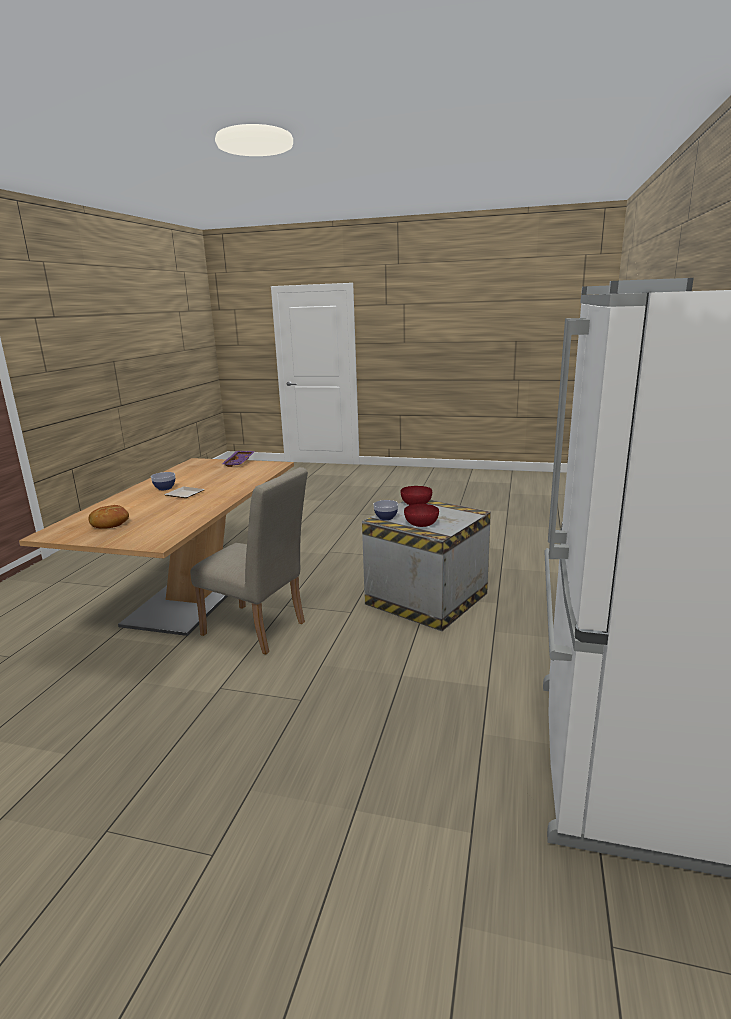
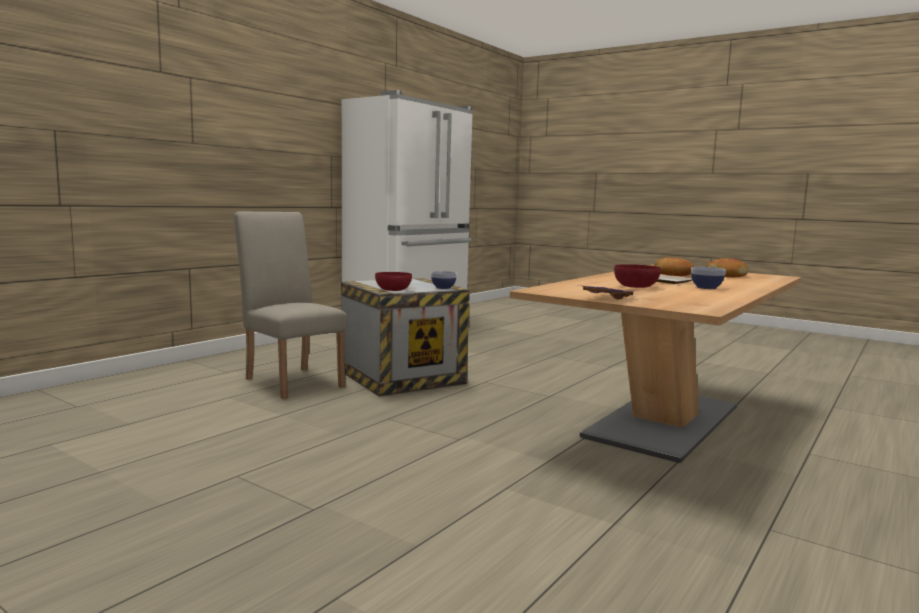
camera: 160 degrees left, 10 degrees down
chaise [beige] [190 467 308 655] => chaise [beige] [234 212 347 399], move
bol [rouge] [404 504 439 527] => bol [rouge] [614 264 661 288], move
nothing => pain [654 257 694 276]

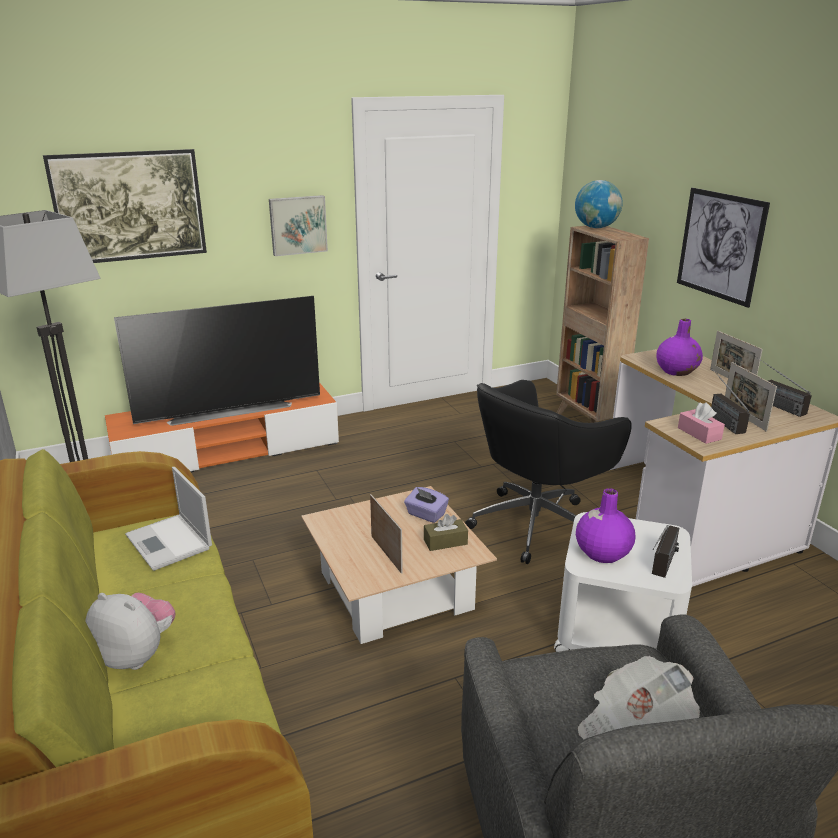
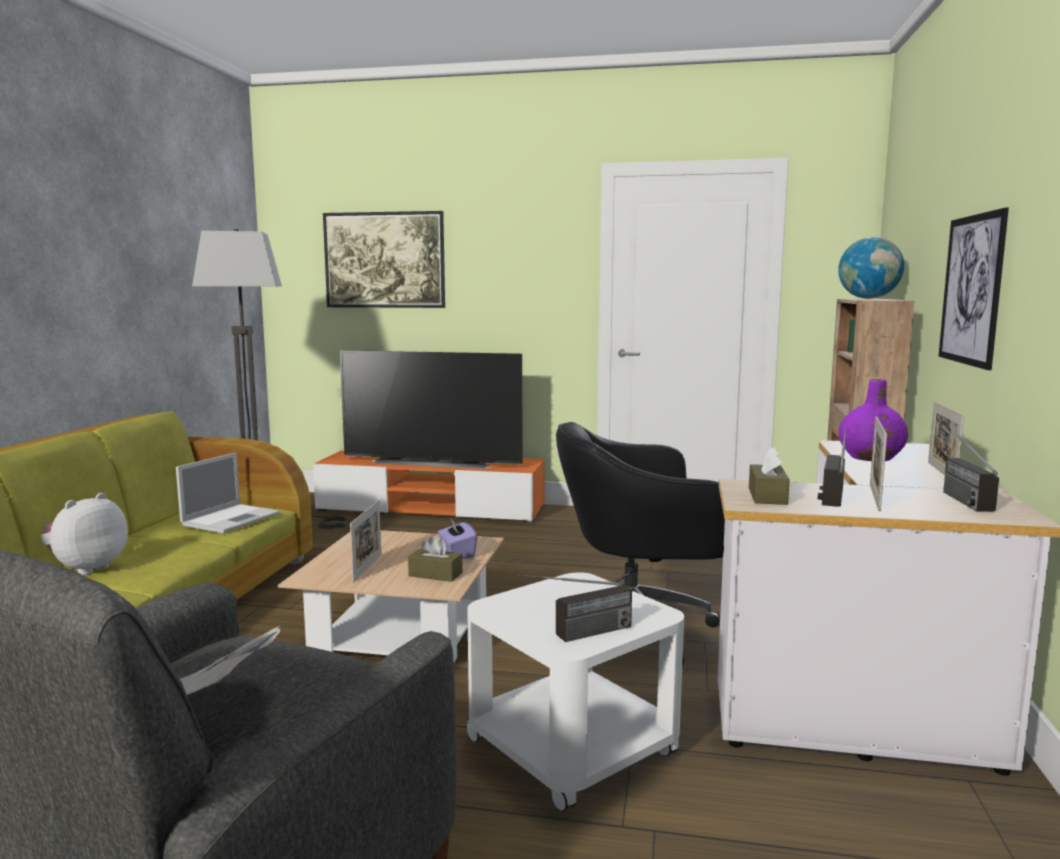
camera: 35 degrees right, 15 degrees down
tableau [269 195 328 256] => nothing
boîte à mouchoirs [rose] [678 402 725 444] => boîte à mouchoirs [marron] [749 447 790 505]
ordinateur portable [125 467 212 571] => ordinateur portable [176 452 280 533], 150 degrees counterclockwise
vase [violet] [576 488 635 563] => nothing
peluche [85 593 176 670] => peluche [41 493 128 575], 120 degrees counterclockwise

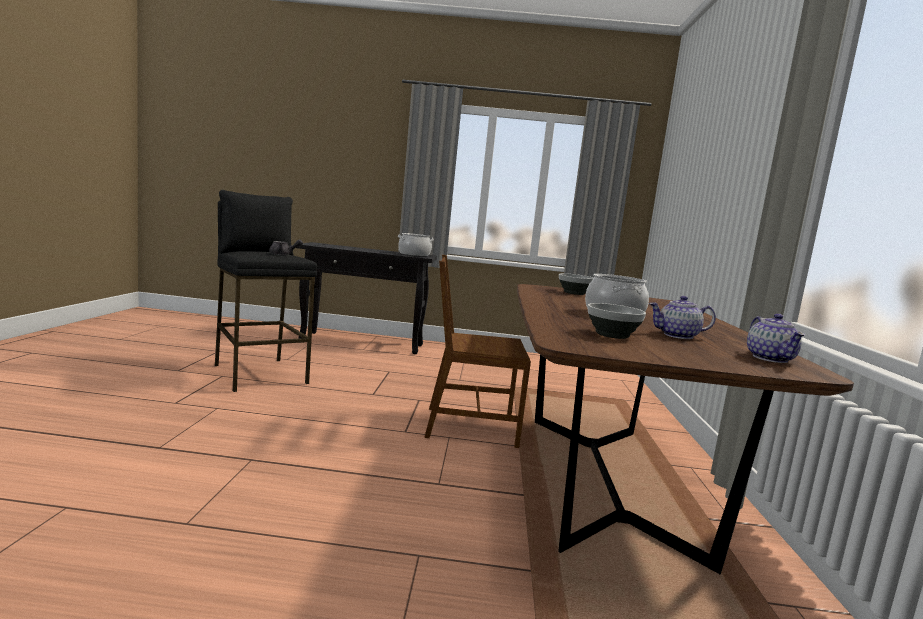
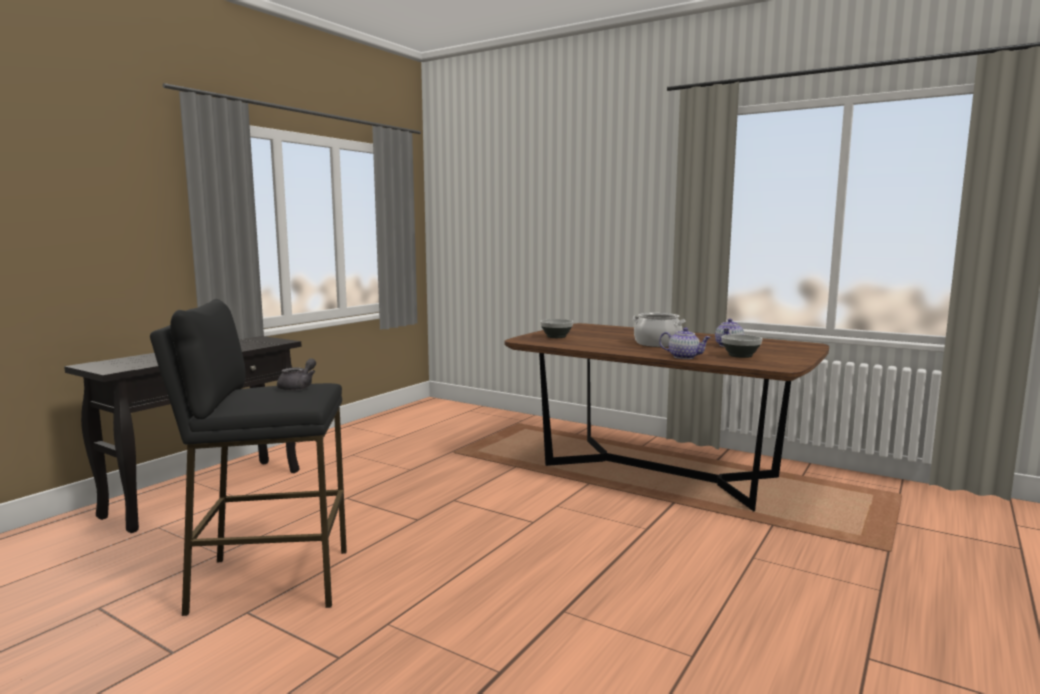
camera: 60 degrees left, 0 degrees up
marmite [397 233 434 256] => nothing
chaise [marron] [424 255 531 448] => nothing
théière [747 314 805 363] => théière [659 327 711 359], move

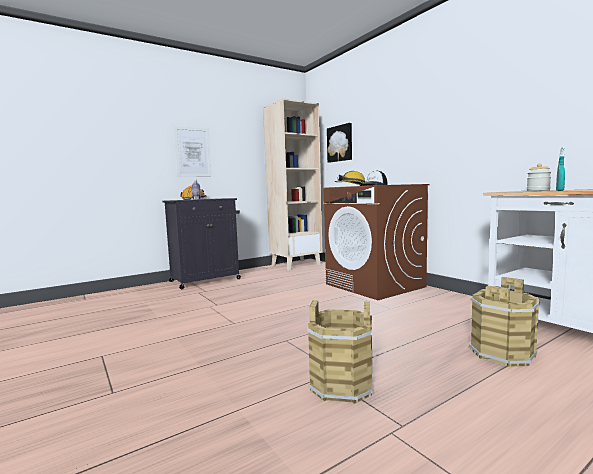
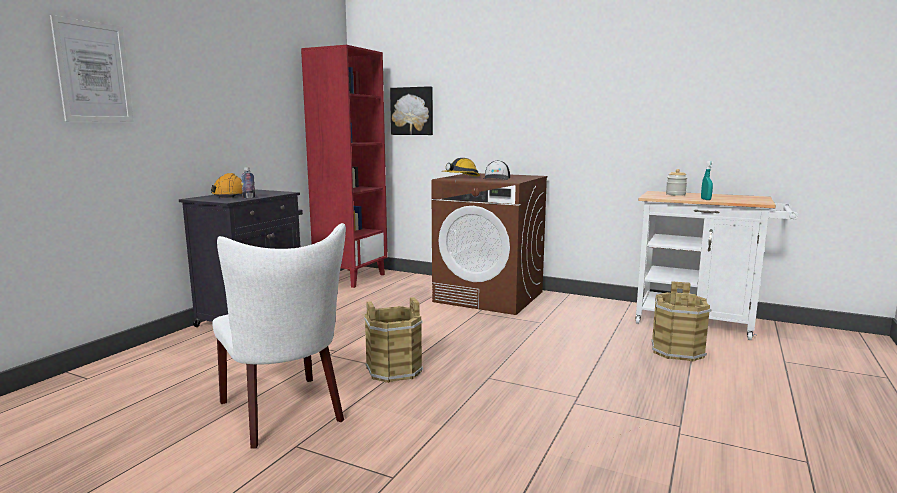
camera: 30 degrees left, 5 degrees up
bibliothèque [beige] [263 98 323 271] => bibliothèque [rouge] [301 45 388 288]
tableau [174 126 212 177] => tableau [50 15 134 122], move
seau [marron] [307 300 373 404] => seau [marron] [364 297 423 383], move
nothing => chaise [blanc] [212 223 346 449]

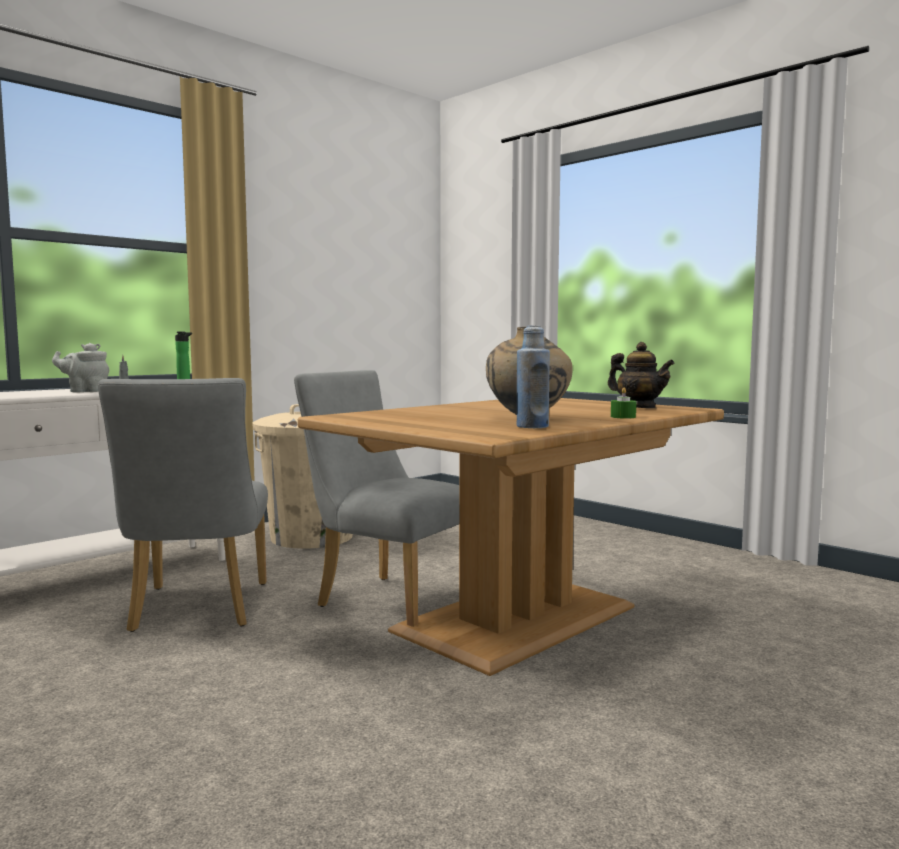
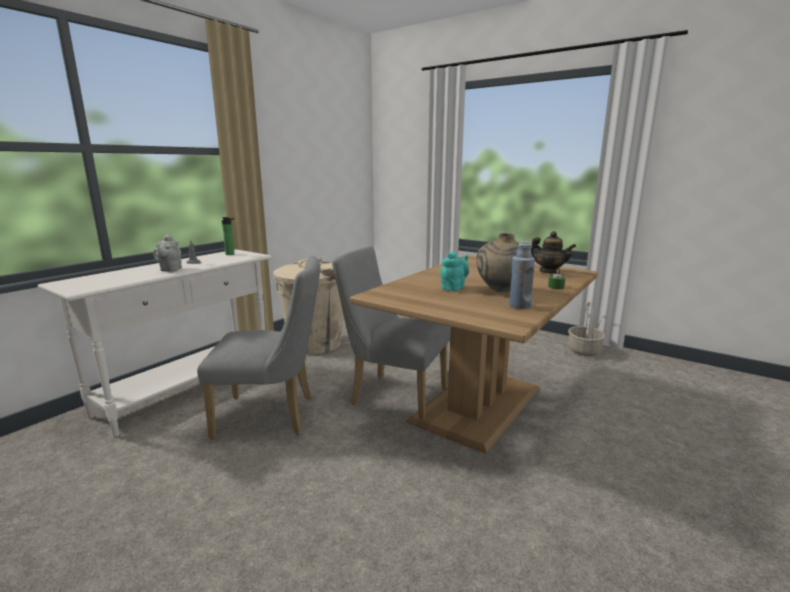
camera: 10 degrees left, 10 degrees up
théière [gris] [52 343 109 392] => théière [gris] [153 235 182 272], 75 degrees counterclockwise
chaise [gris] [98 378 268 632] => chaise [gris] [197 256 320 439], 75 degrees counterclockwise
nothing => théière [turquoise] [440 252 469 291]
nothing => panier [568 302 605 356]

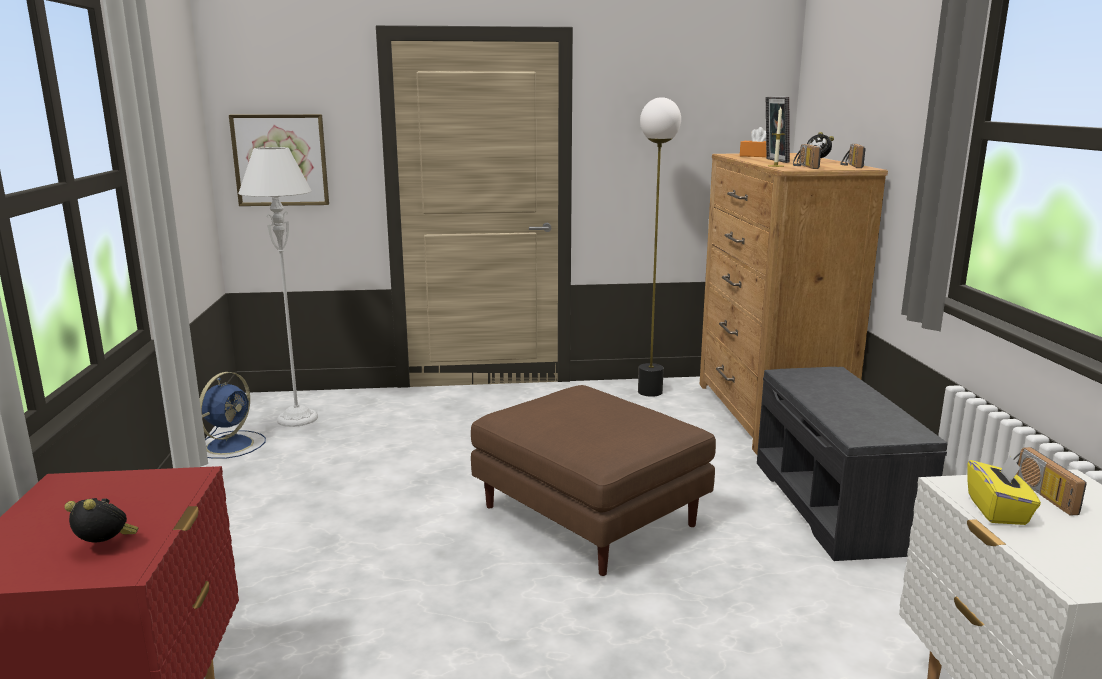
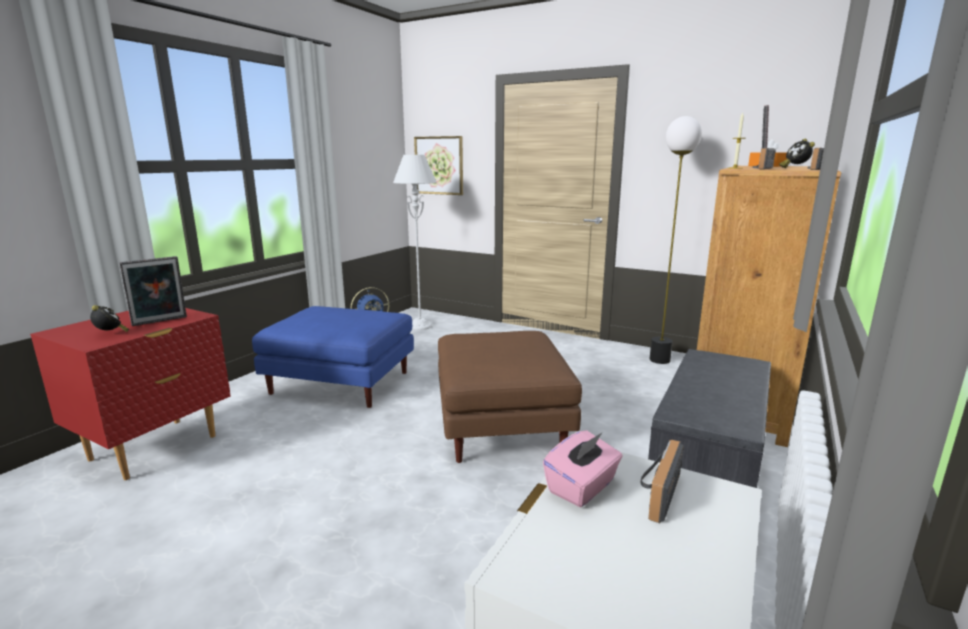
camera: 35 degrees right, 0 degrees up
boîte à mouchoirs [jaune] [967 455 1041 525] => boîte à mouchoirs [rose] [543 430 623 507]
nothing => cadre photo [119 256 187 326]
nothing => pouf [bleu] [252 306 414 408]

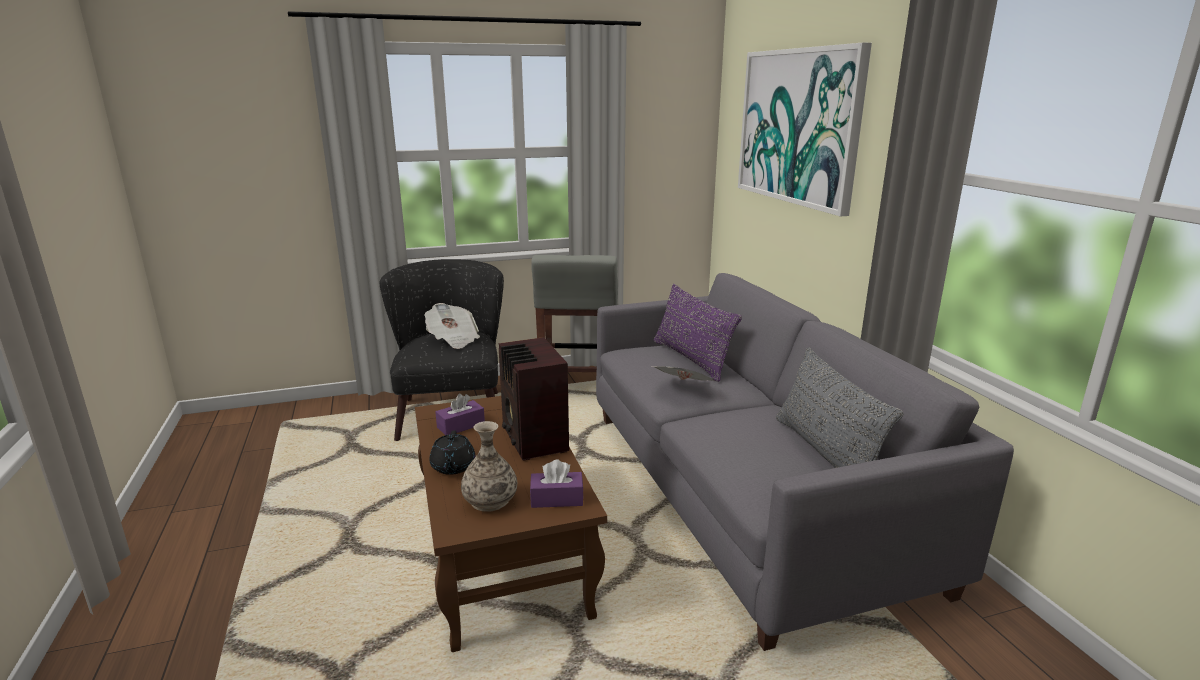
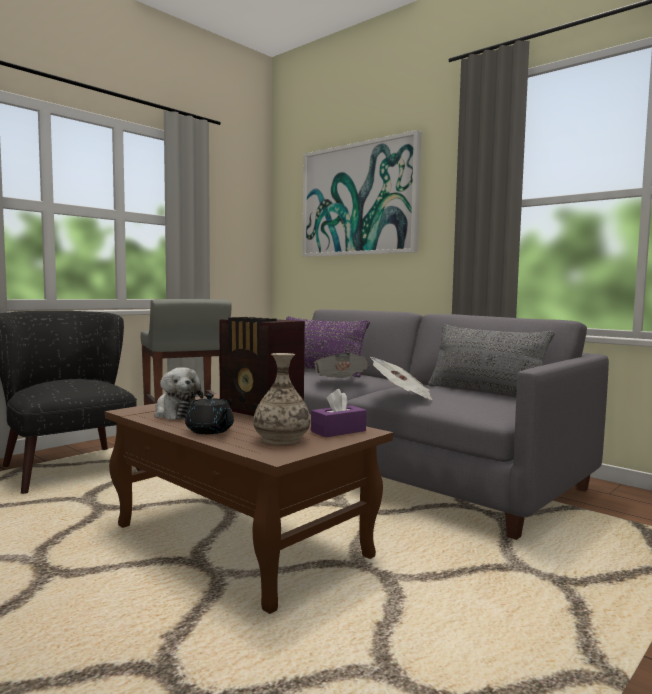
camera: 30 degrees left, 15 degrees down
journal [424 303 480 349] => journal [370 357 433 400], move
boîte à mouchoirs [violet] [435 394 485 435] => peluche [154 367 203 420]

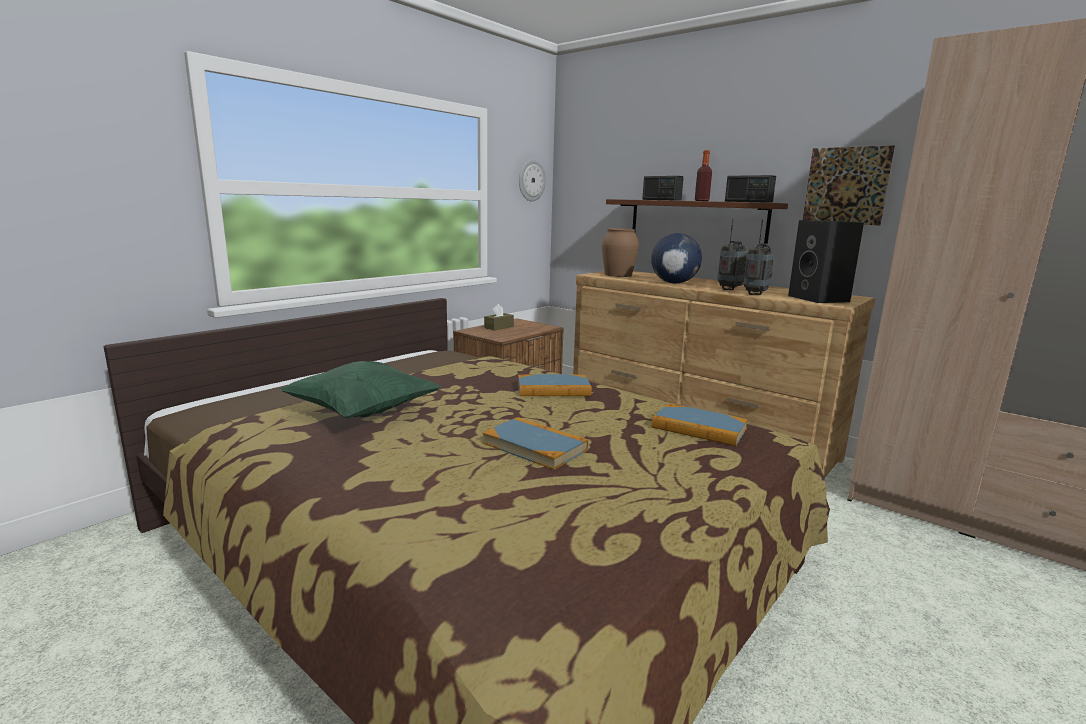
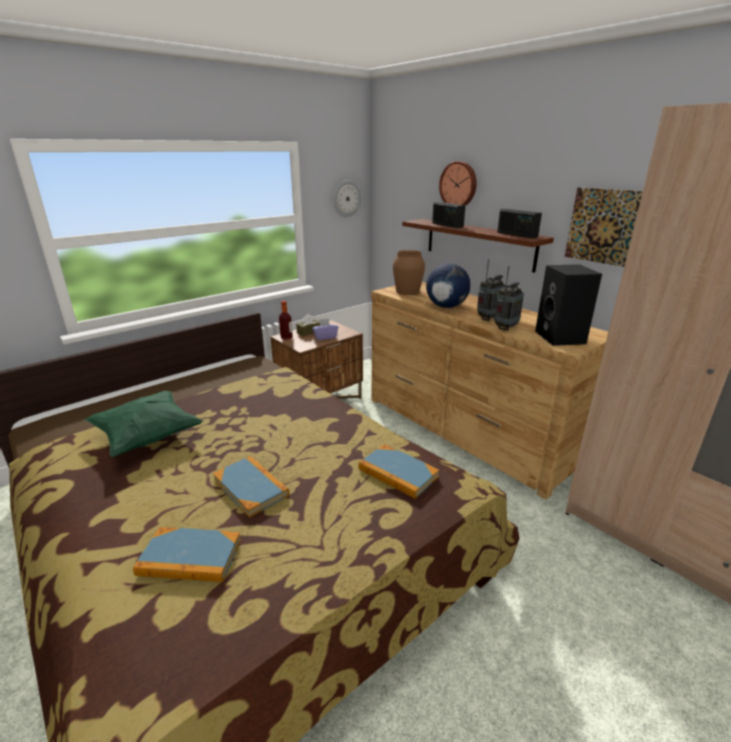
camera: 10 degrees right, 10 degrees up
bouteille [695 150 712 201] => bouteille [279 301 293 340], move
livre [518 374 592 396] => livre [133 527 241 582], move
nothing => horloge murale [439 161 477 206]
nothing => boîte à mouchoirs [violet] [312 318 338 340]

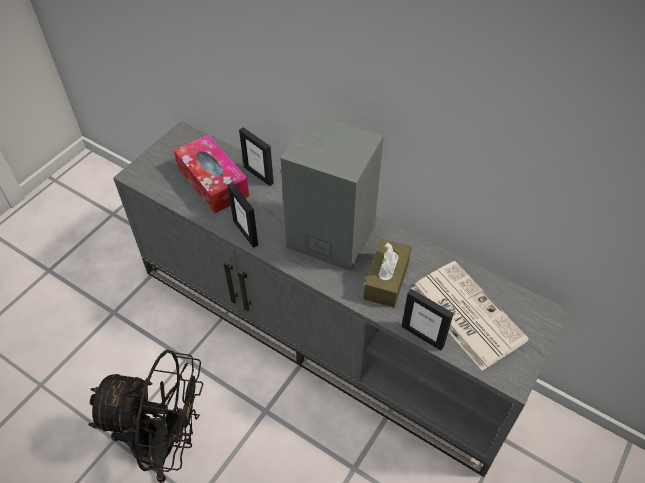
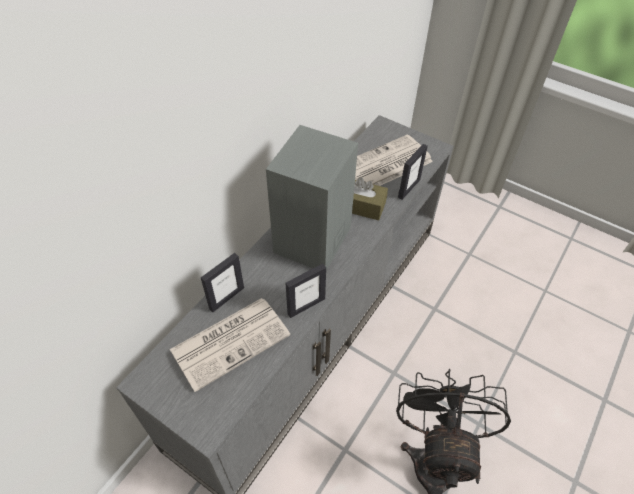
camera: 90 degrees left, 0 degrees up
boîte à mouchoirs [174 135 249 214] => journal [170 298 290 392]

